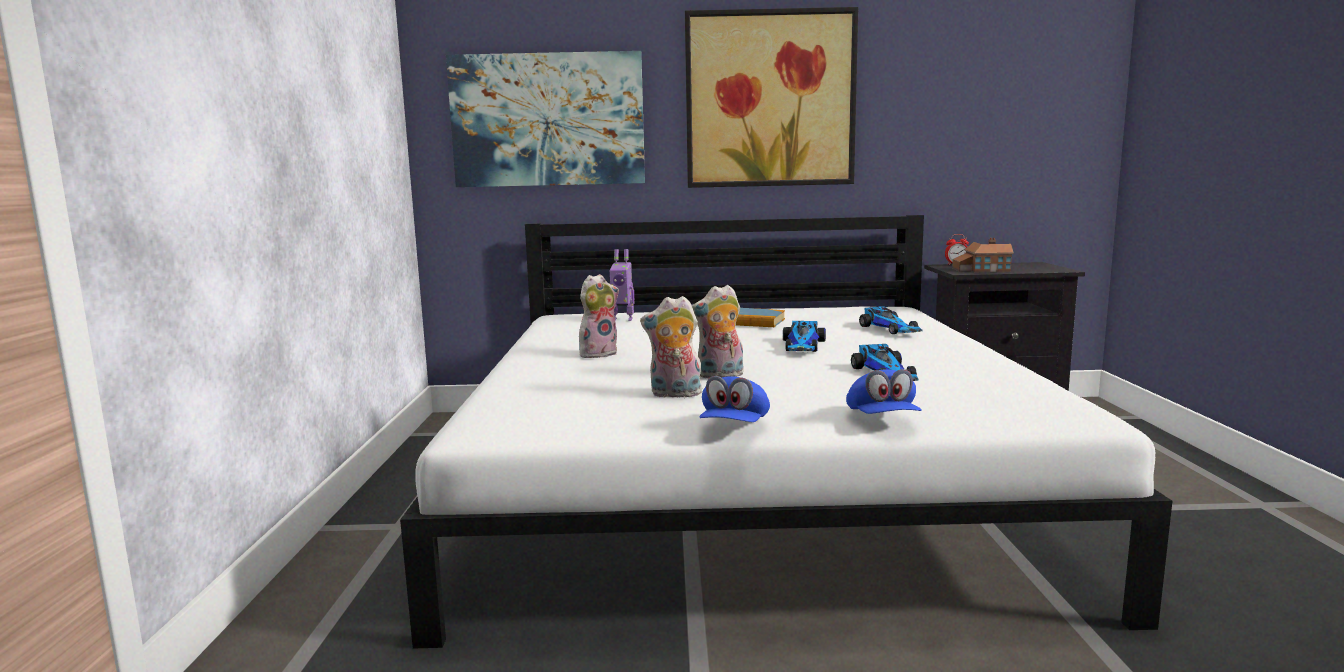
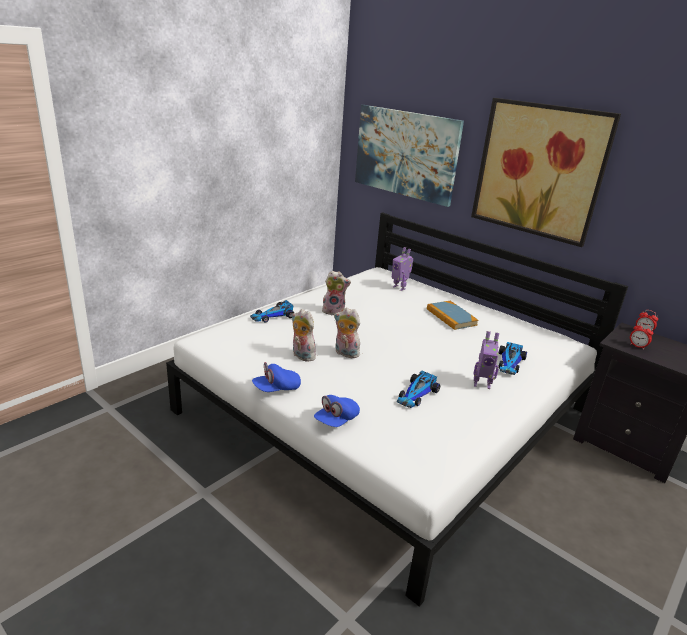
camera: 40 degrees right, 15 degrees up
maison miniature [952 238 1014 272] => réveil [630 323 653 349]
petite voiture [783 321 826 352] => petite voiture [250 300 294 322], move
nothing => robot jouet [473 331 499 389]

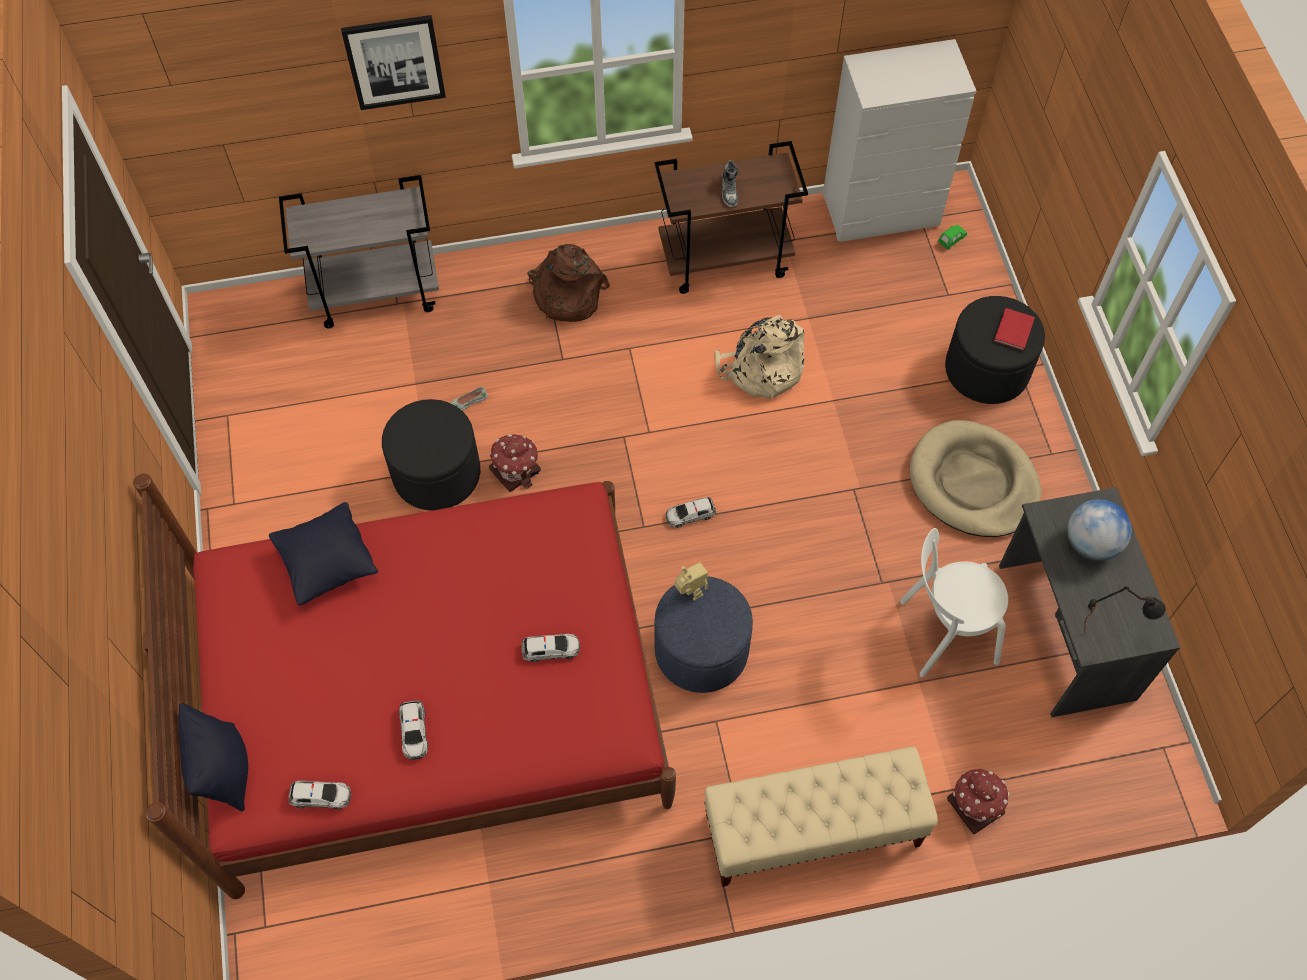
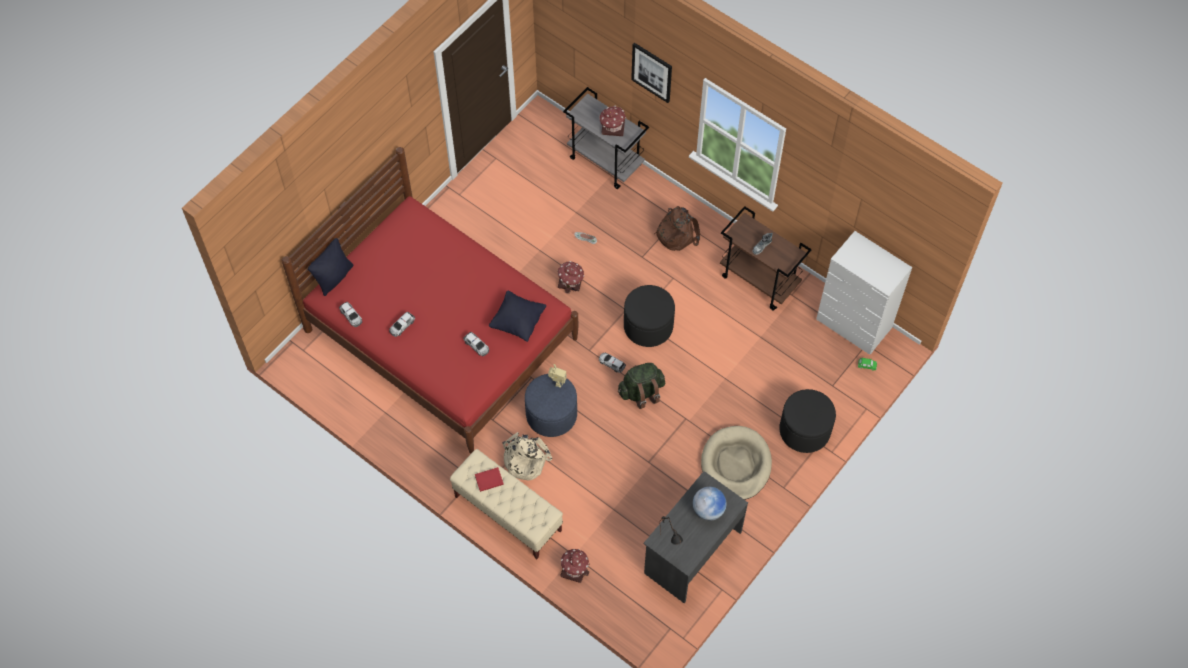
camera: 50 degrees right, 0 degrees up
livre [rouge] [994 308 1035 351] => livre [rouge] [475 467 504 492], move
sac à dos [beige] [715 315 805 399] => sac à dos [beige] [502 432 552 481], move
pouf [noir] [382 399 480 511] => pouf [noir] [624 285 675 347], move
coussin [noir] [269 502 378 605] => coussin [noir] [489 291 546 342], move
chaise [blanc] [900 528 1008 677] => nothing
nothing => maison miniature [599 106 626 136]
nothing => sac à dos [vert] [618 363 665 409]

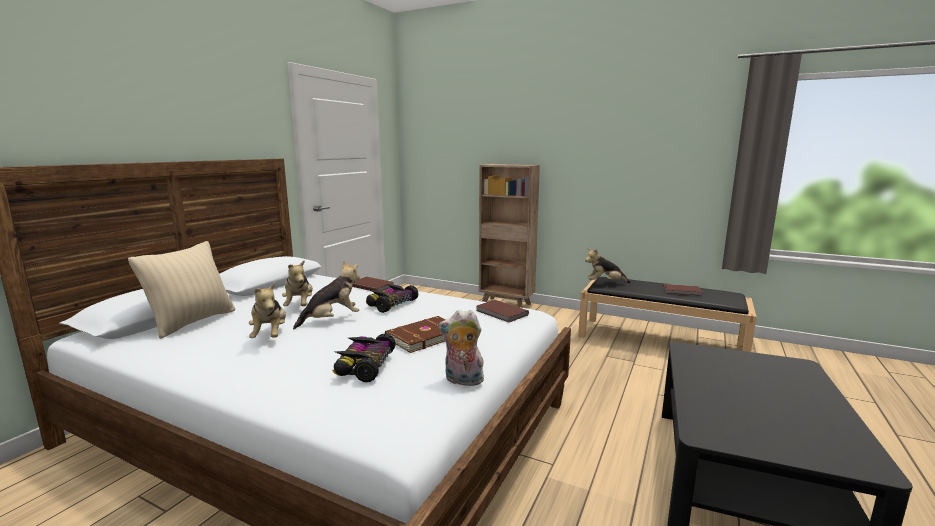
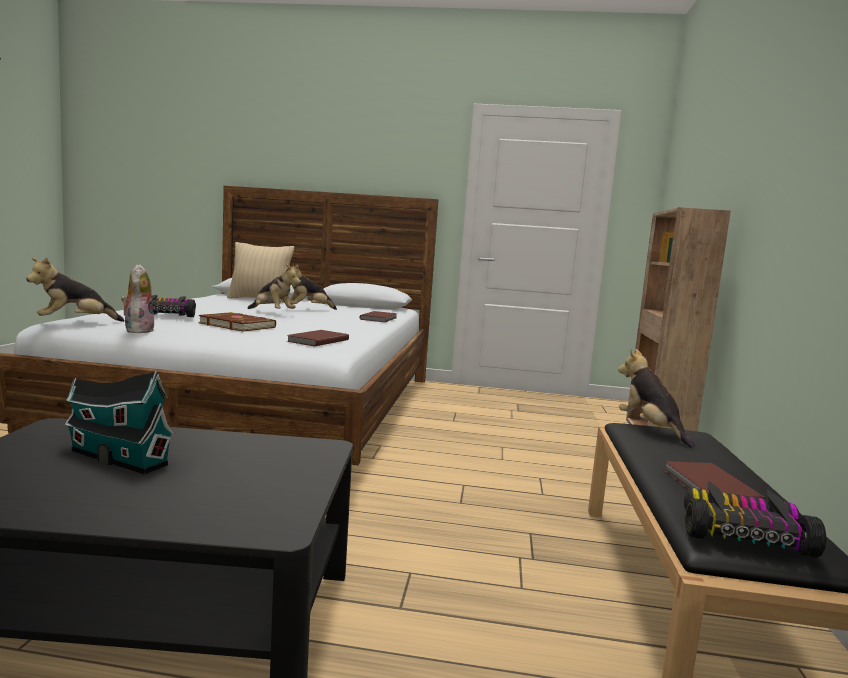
camera: 70 degrees right, 5 degrees down
peluche [249 282 286 338] => peluche [26 258 125 322], move
petite voiture [366 284 418 313] => petite voiture [684 481 827 558], move
nothing => maison miniature [64 371 175 474]

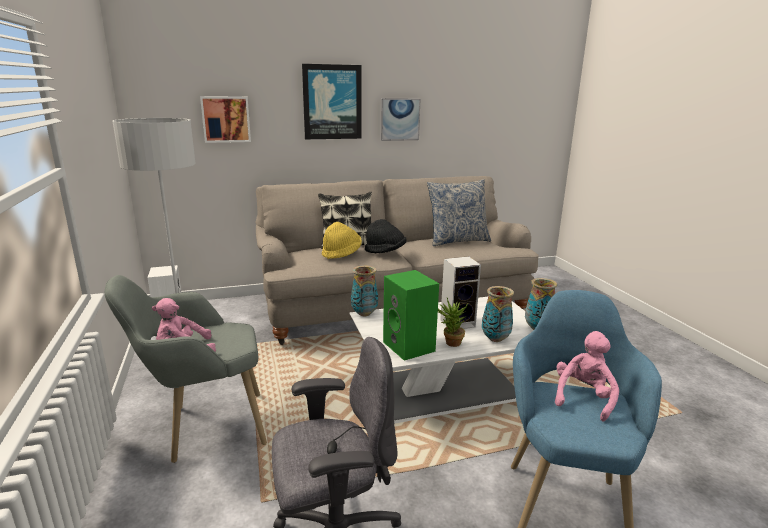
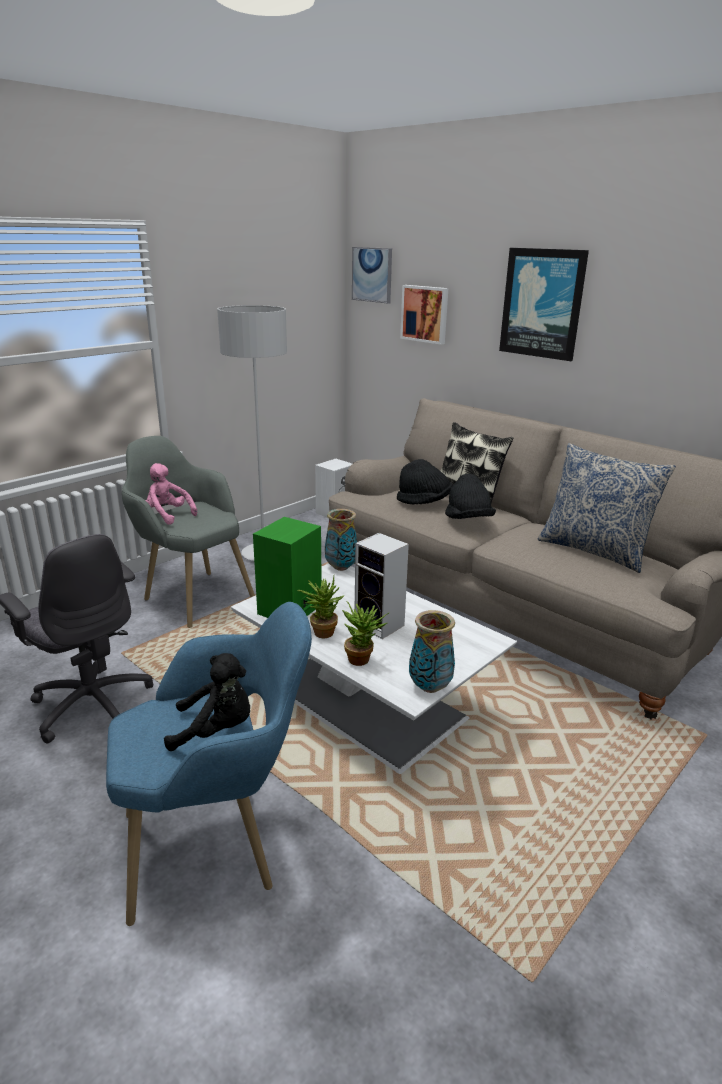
camera: 60 degrees right, 5 degrees up
tableau [380 98 420 141] => tableau [352 247 392 304], move
chapeau [jaune] [322 222 362 259] => chapeau [noir] [397 459 453 504]
vase [482 286 514 342] => plante en pot [342 601 389 666]
peluche [rose] [555 331 619 422] => peluche [noir] [164 653 250 751]

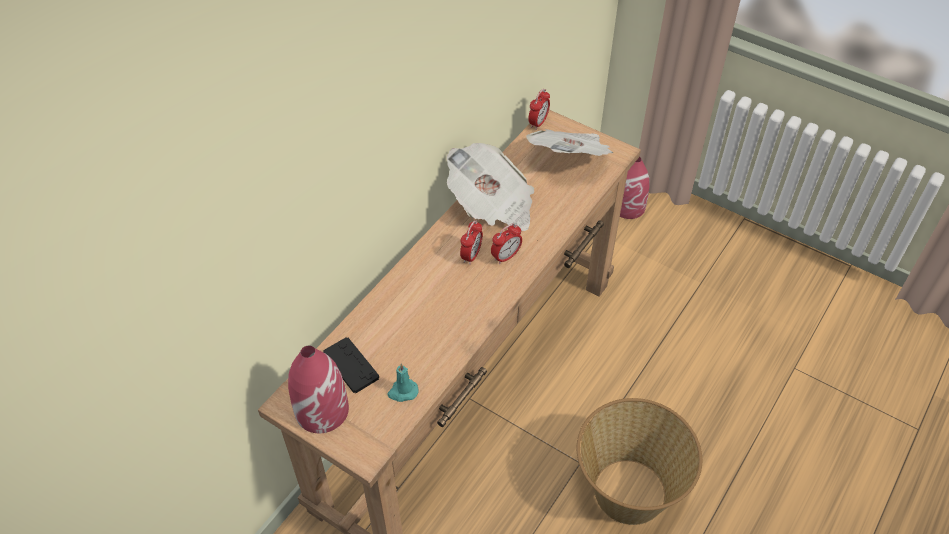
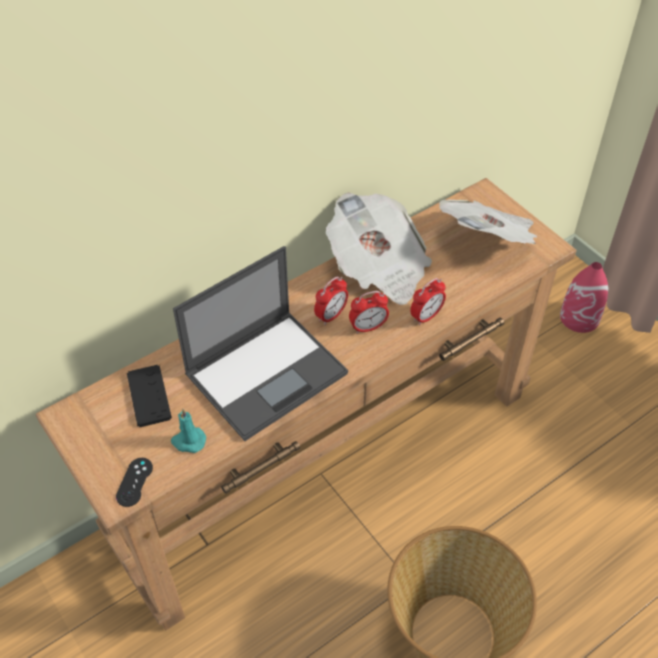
camera: 20 degrees right, 0 degrees up
réveil [528 89 550 130] => réveil [410 278 446 325], move
vase [rouge] [288 346 349 433] => nothing
nothing => ordinateur portable [173 246 348 441]
nothing => manette [noir] [116 458 153 507]

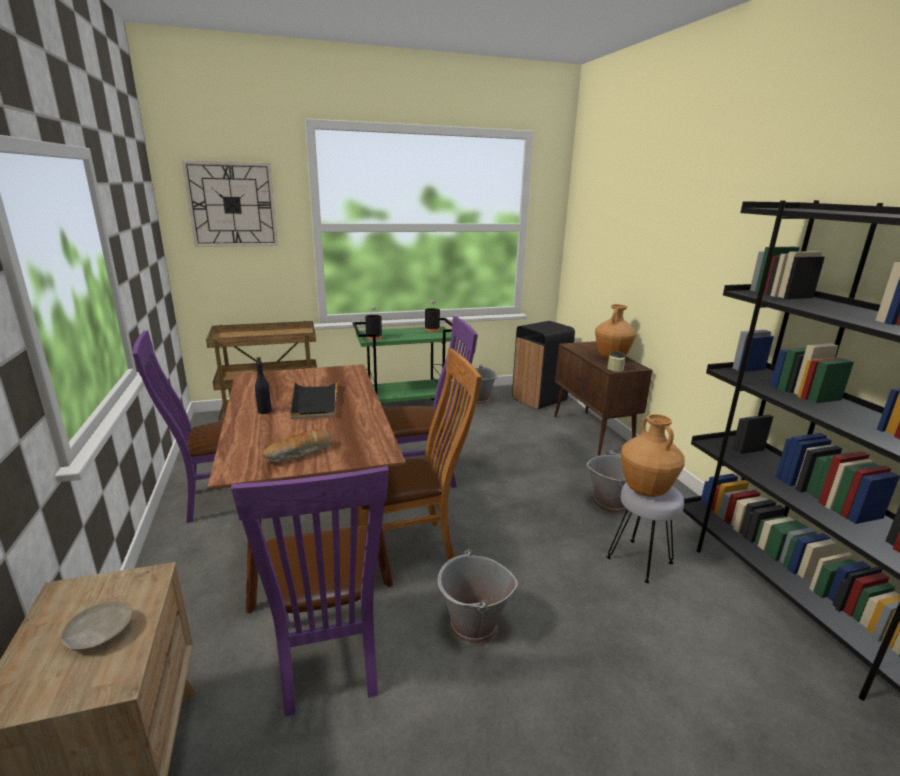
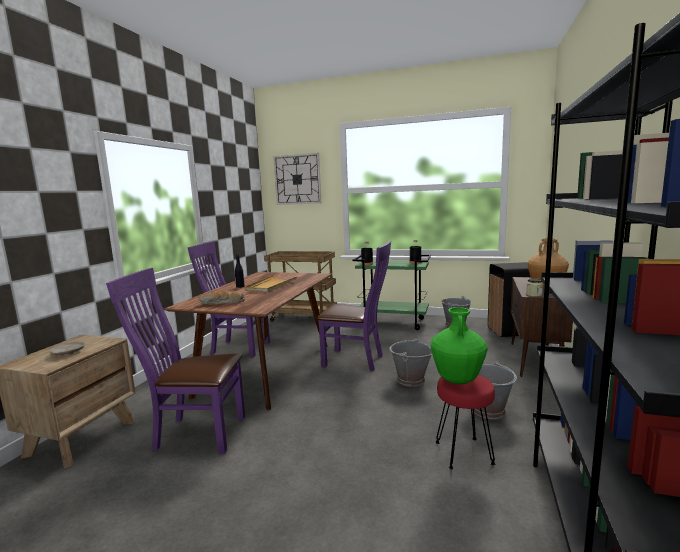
camera: 35 degrees right, 10 degrees down
chaise [marron] [357 348 482 580] => nothing
plateau [noir] [290 379 339 419] => plateau [beige] [245 275 297 293]
vase [marron] [621 414 685 497] => vase [vert] [431 307 488 384]
chaise [violet] [231 466 389 717] => chaise [violet] [106 268 245 454], 75 degrees clockwise
tabouret [gris] [607 482 684 583] => tabouret [rouge] [436 375 495 469]
seau [gris] [438 549 518 646] => seau [gris] [389 338 433 387], move

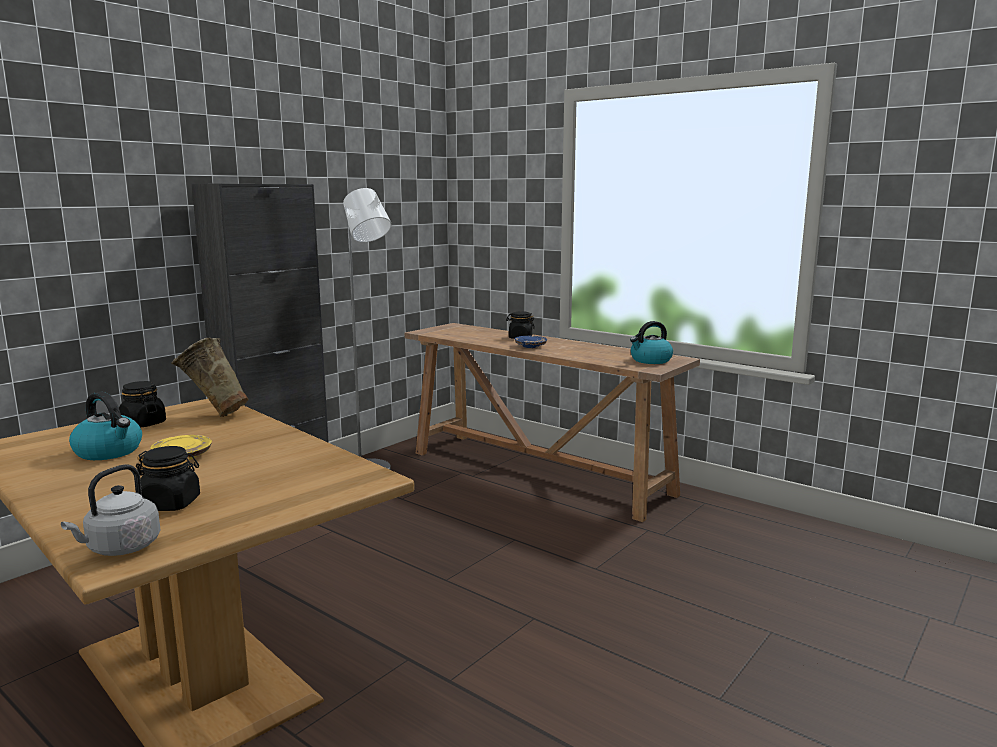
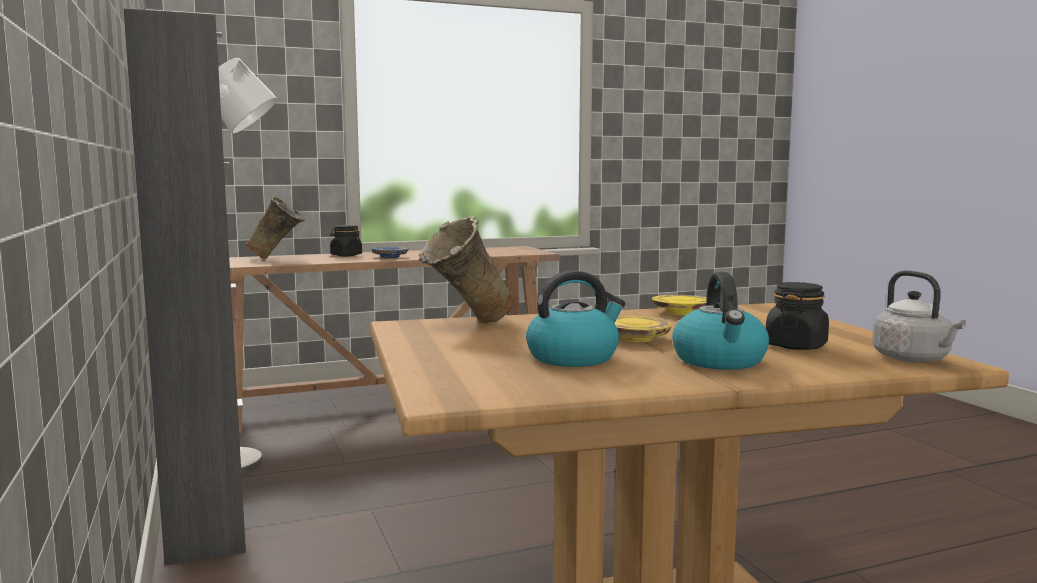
camera: 60 degrees left, 5 degrees down
bouilloire [630 321 673 364] => bouilloire [672 272 769 370], move
bocal [noir] [119 381 166 428] => nothing
nothing => vase [beige] [246 196 304 259]
nothing => assiette [jaune] [652 295 707 315]

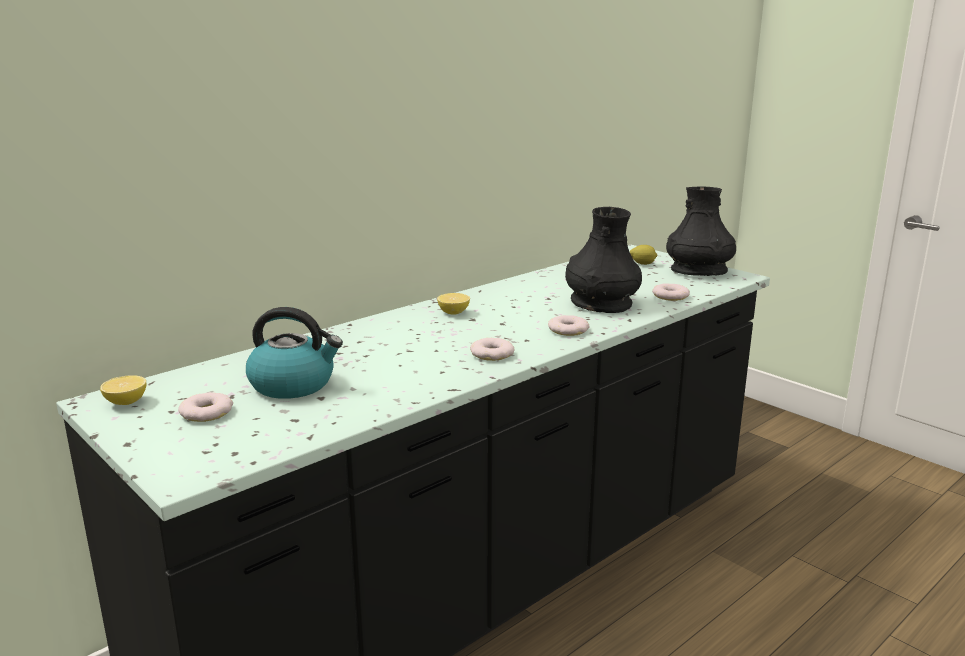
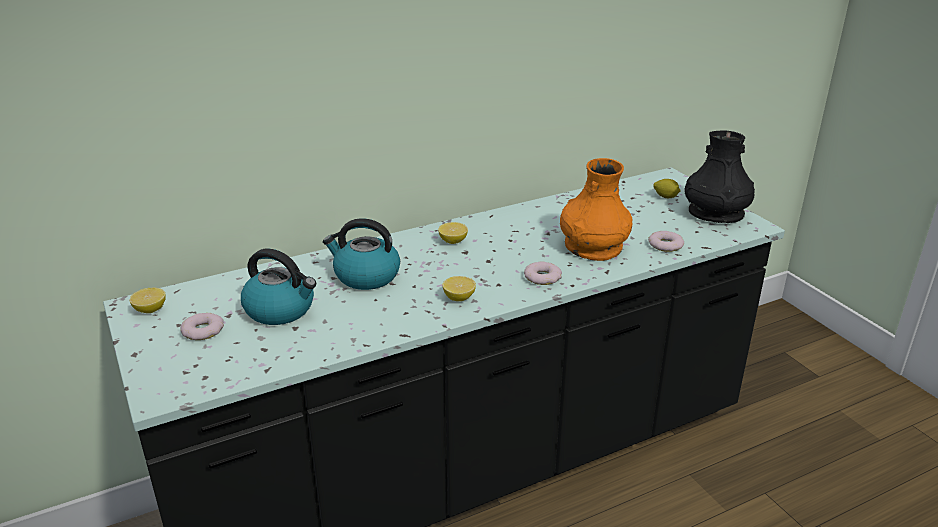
camera: 15 degrees right, 10 degrees up
vase [noir] [565 207 642 313] => vase [orange] [560 158 633 261]
beignet [470 338 514 361] => citron [443 276 476 301]
nothing => bouilloire [323 218 400 290]

